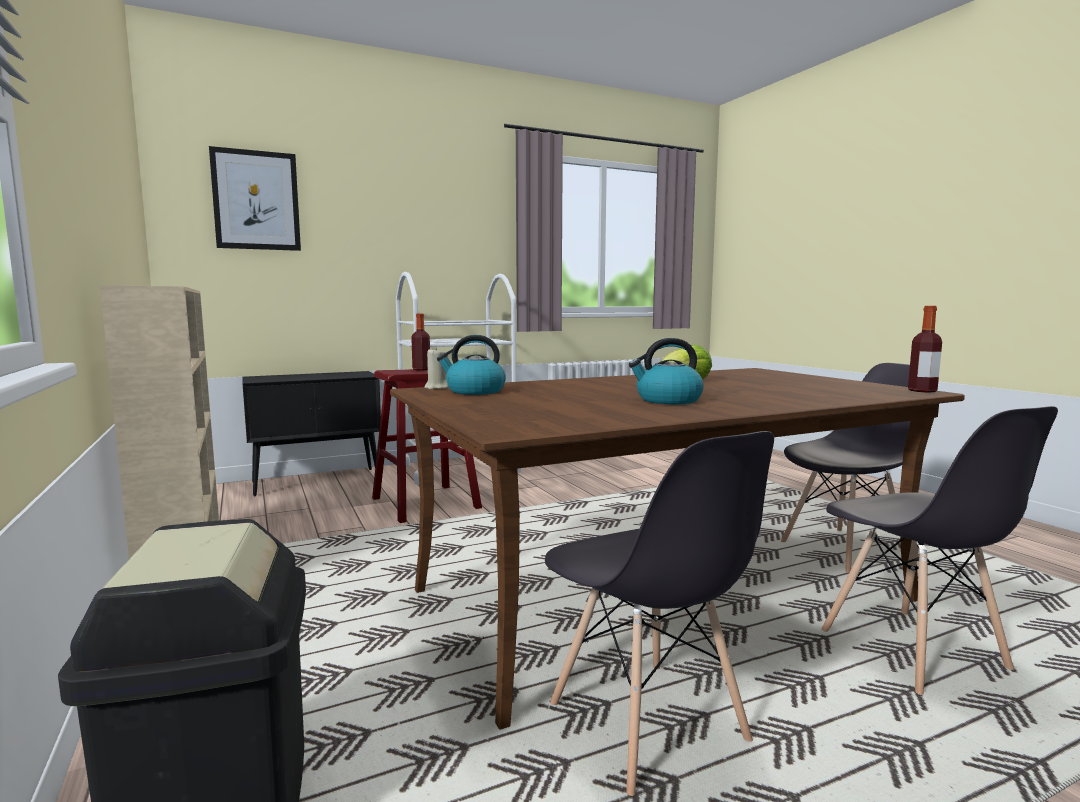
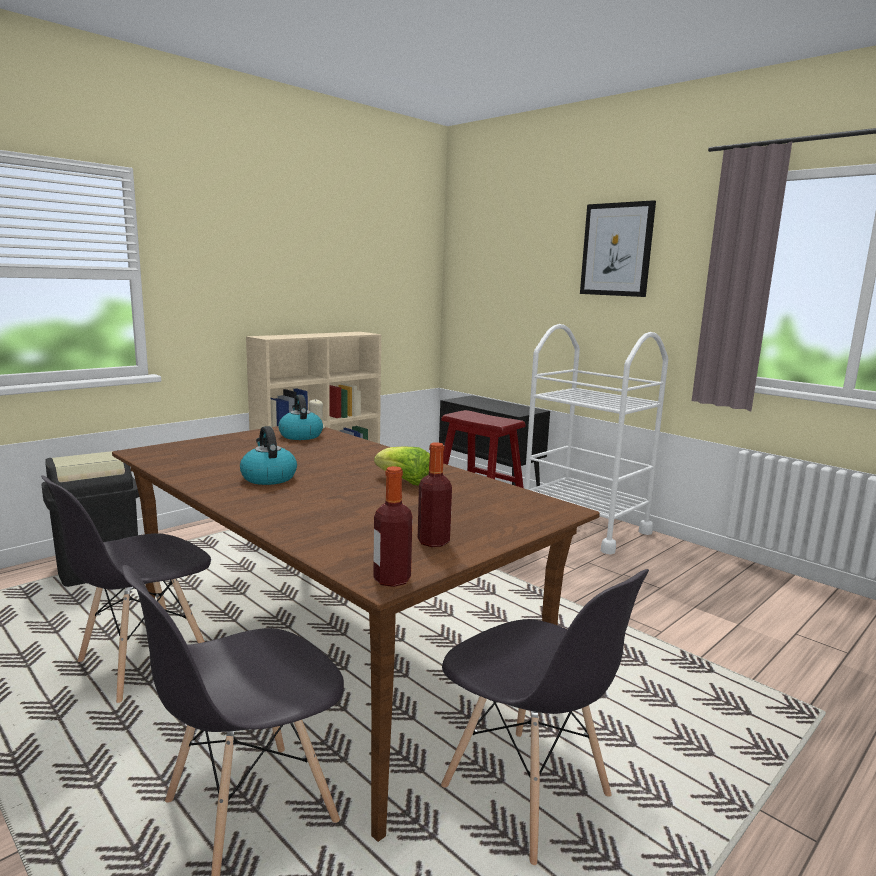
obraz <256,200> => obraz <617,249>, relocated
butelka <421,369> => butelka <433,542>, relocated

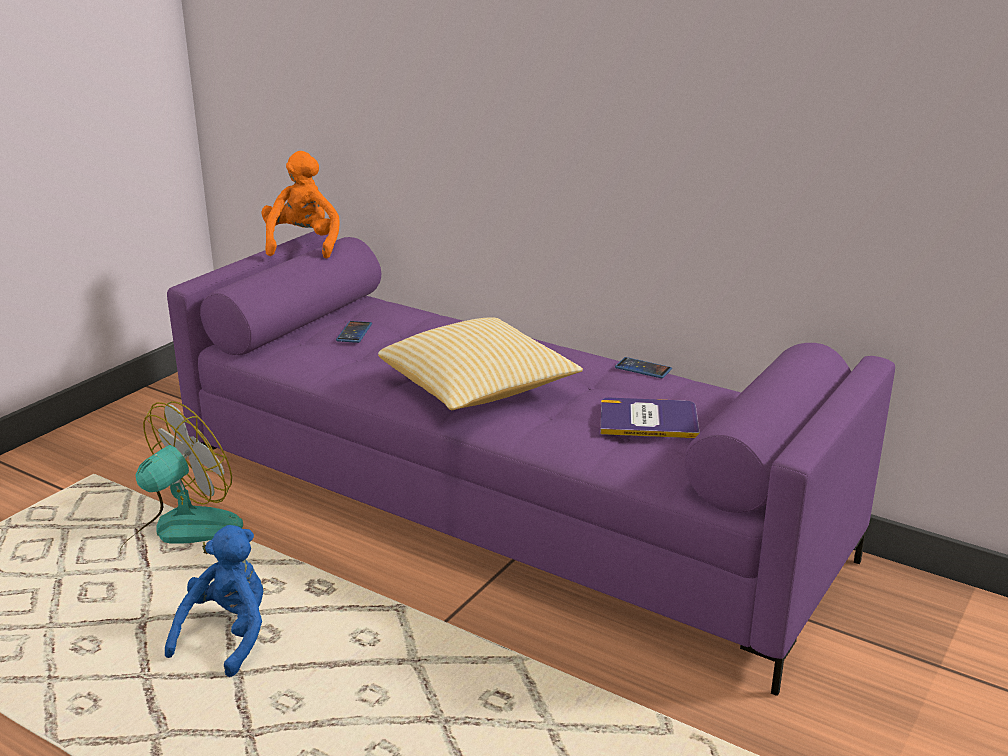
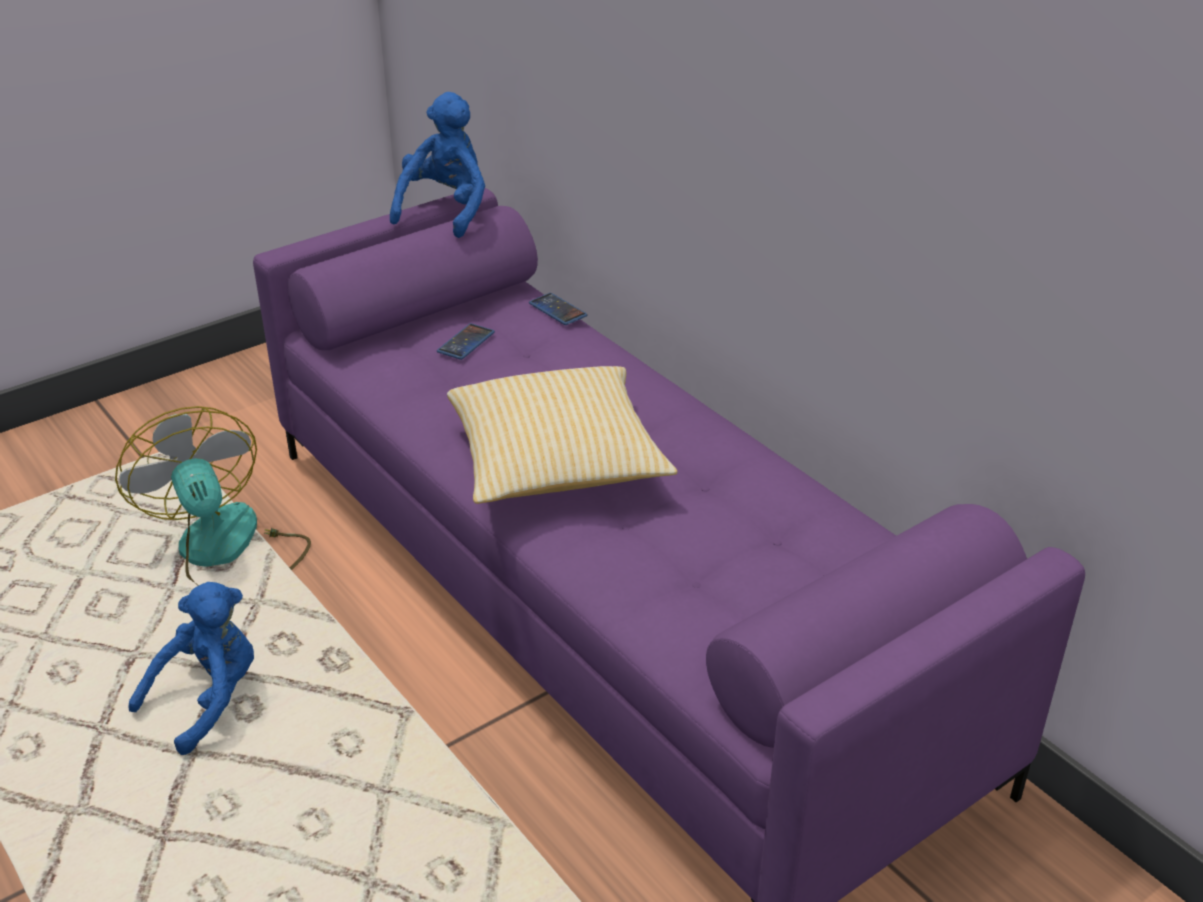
książka <648,420> => nothing
telefon <643,368> => telefon <558,310>, relocated
pluszak (pomarańczowy) <303,245> => pluszak (niebieski) <445,210>
wentylator <180,537> => wentylator <227,552>, 90 degrees counterclockwise

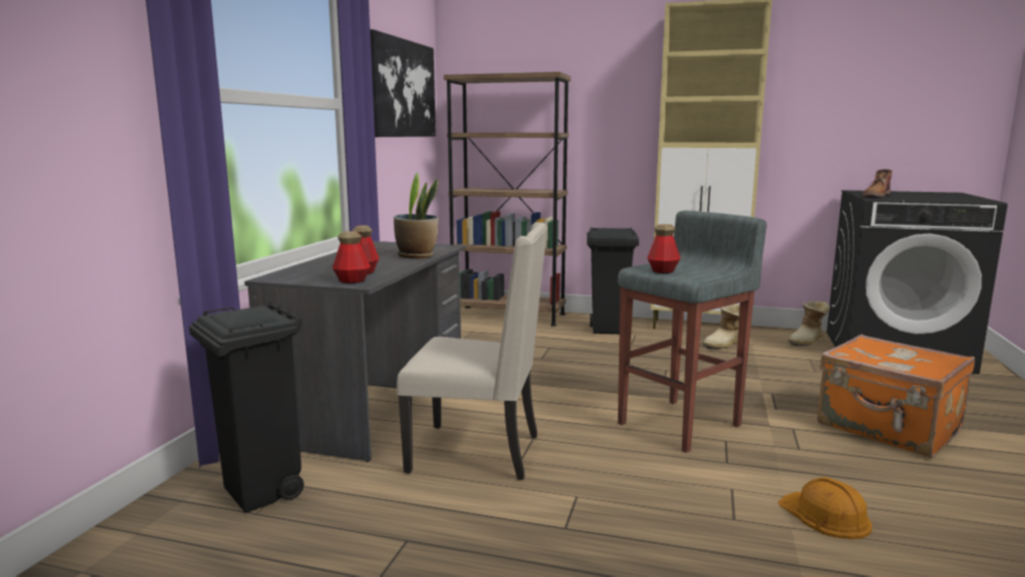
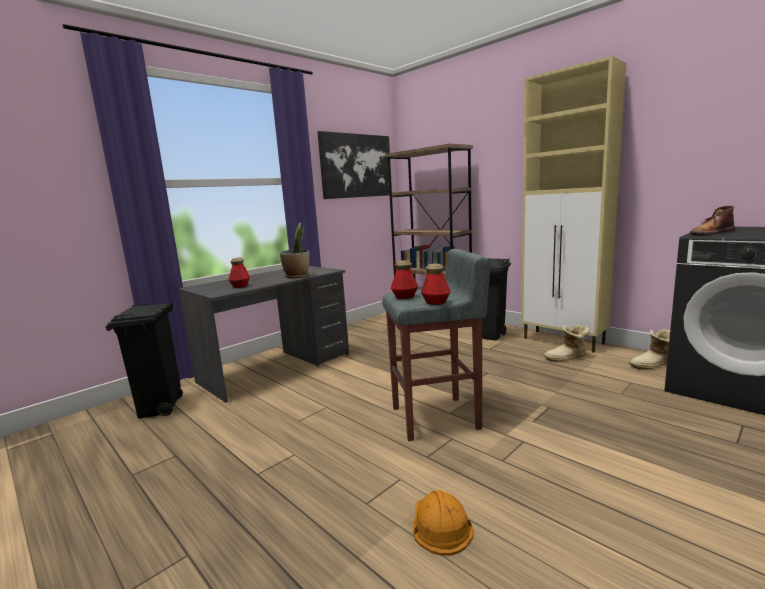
krzesło (beżowy) <478,452> => nothing
walizka (pomarańczowy) <888,429> => nothing
butelka <352,281> => butelka <436,302>, relocated

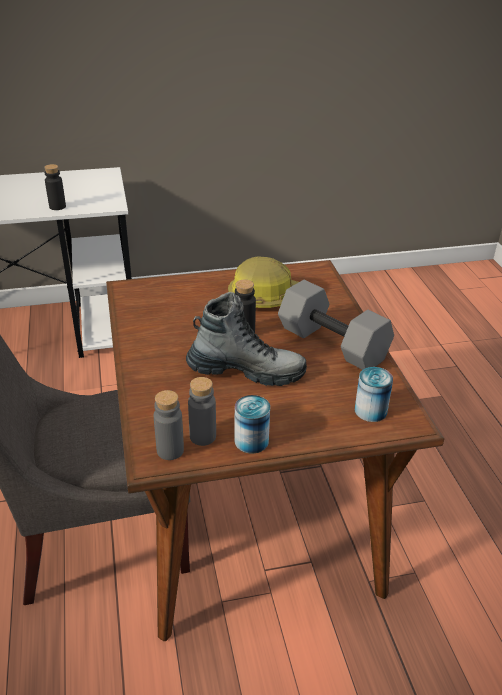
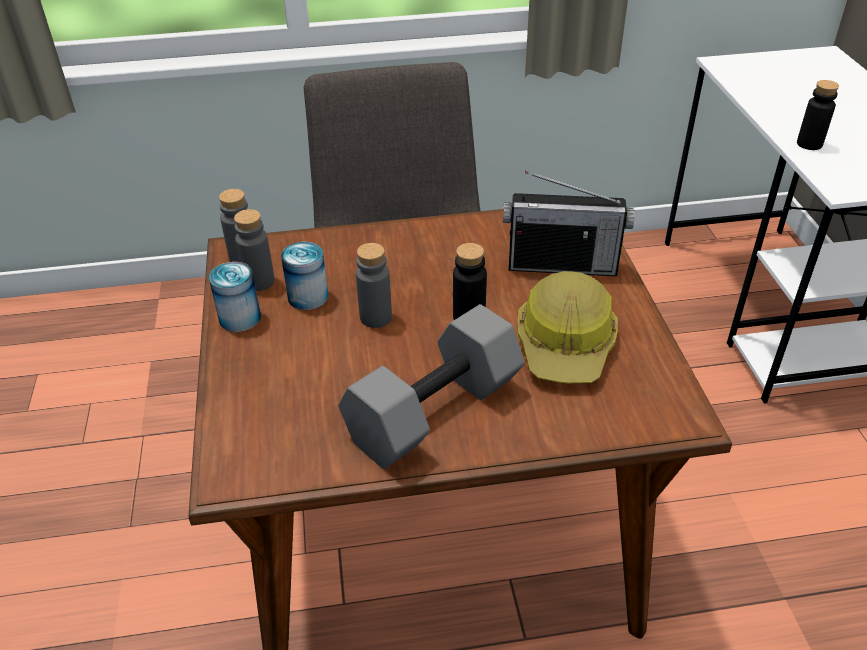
nothing => radio <562,265>
puszka <370,411> => puszka <308,297>, relocated
but z cholewką <246,371> => butelka (szary) <375,317>

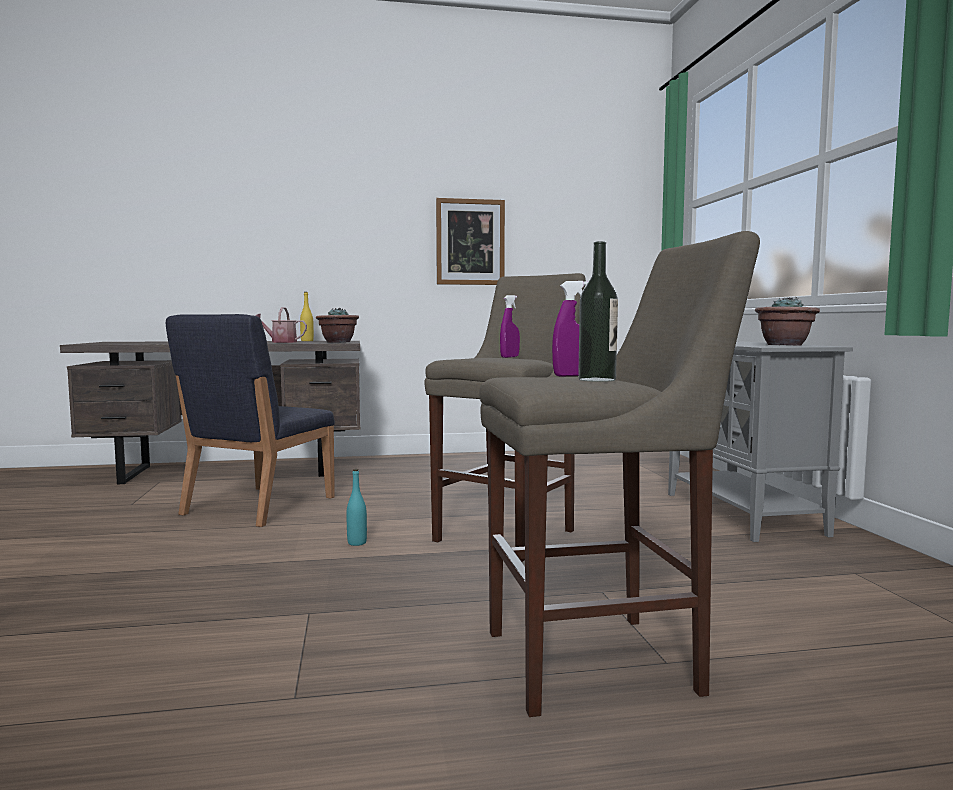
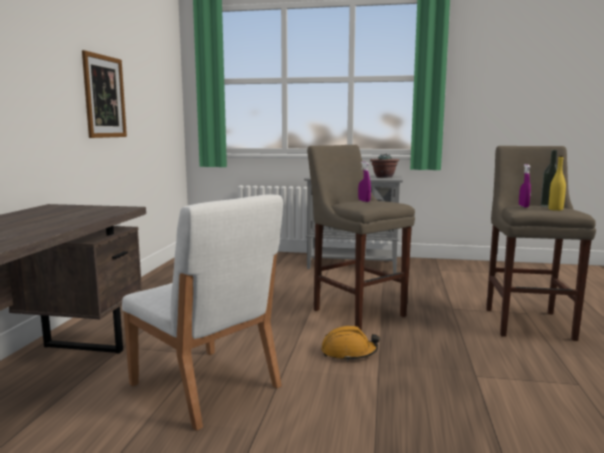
konewka <280,342> => nothing
roślina doniczkowa <337,342> => nothing
butelka (żółty) <307,341> => butelka (żółty) <555,209>, relocated
butelka (turkusowy) <357,543> => kask (pomarańczowy) <348,353>
krzesło (niebieski) <257,506> => krzesło (biały) <205,386>

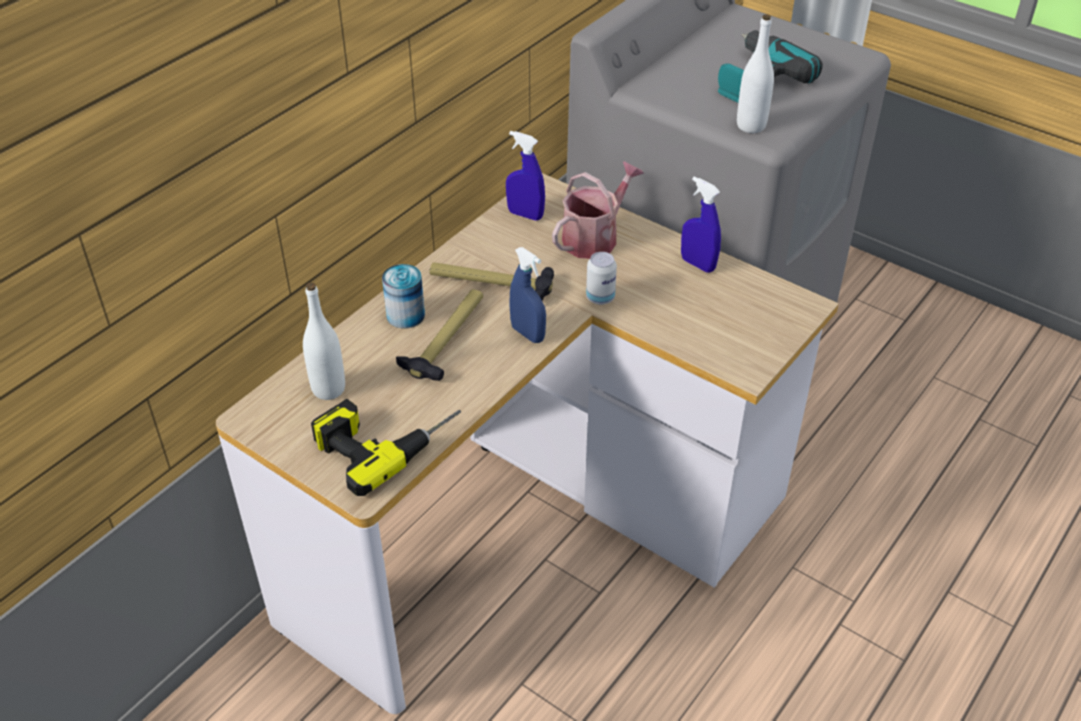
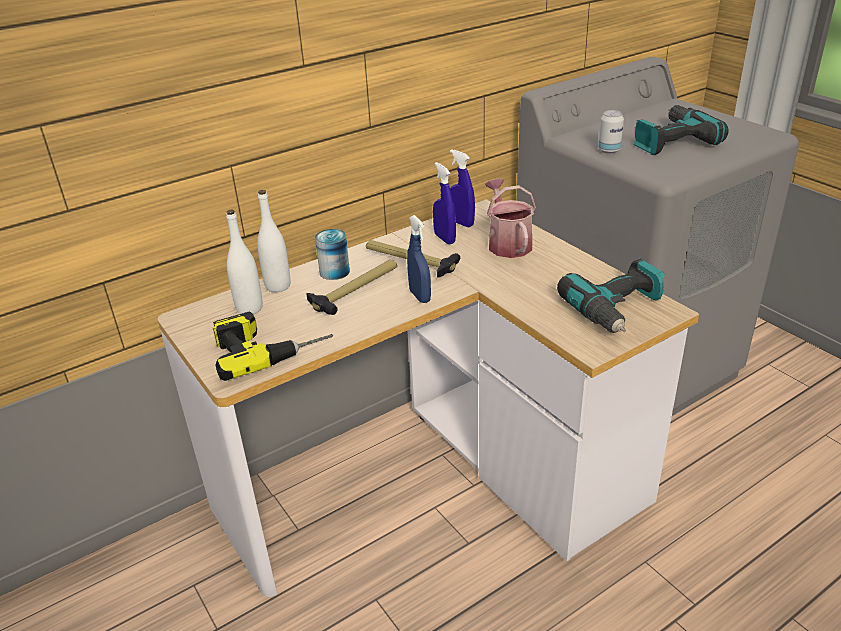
nothing => wiertarka <618,309>
puszka <600,298> => puszka <609,150>, relocated
spryskiwacz (niebieski) <697,264> => spryskiwacz (niebieski) <444,239>, relocated
butelka (biały) <751,126> => butelka (biały) <278,286>, relocated
konewka <595,238> => konewka <507,243>, 75 degrees counterclockwise

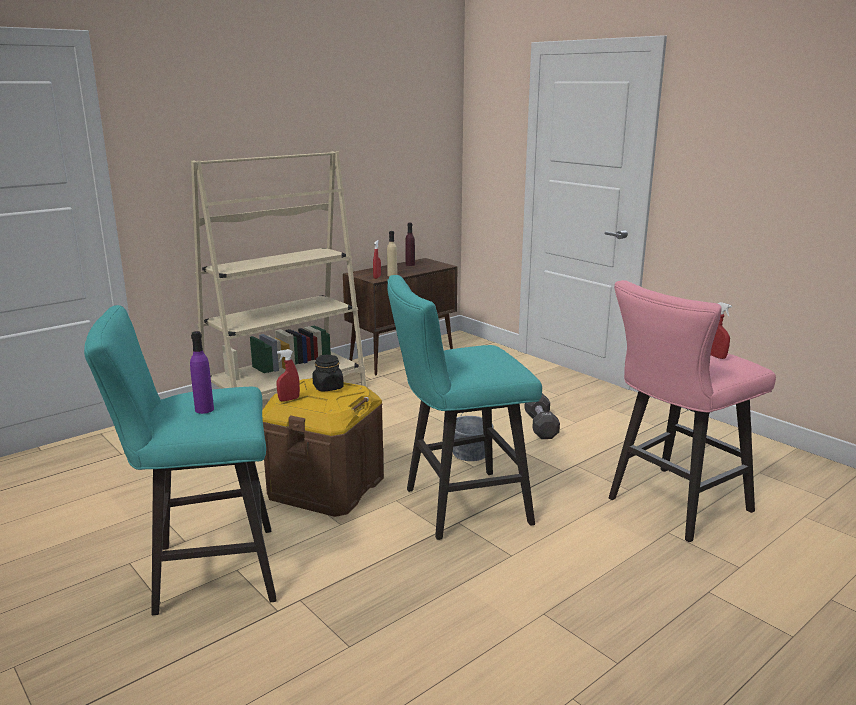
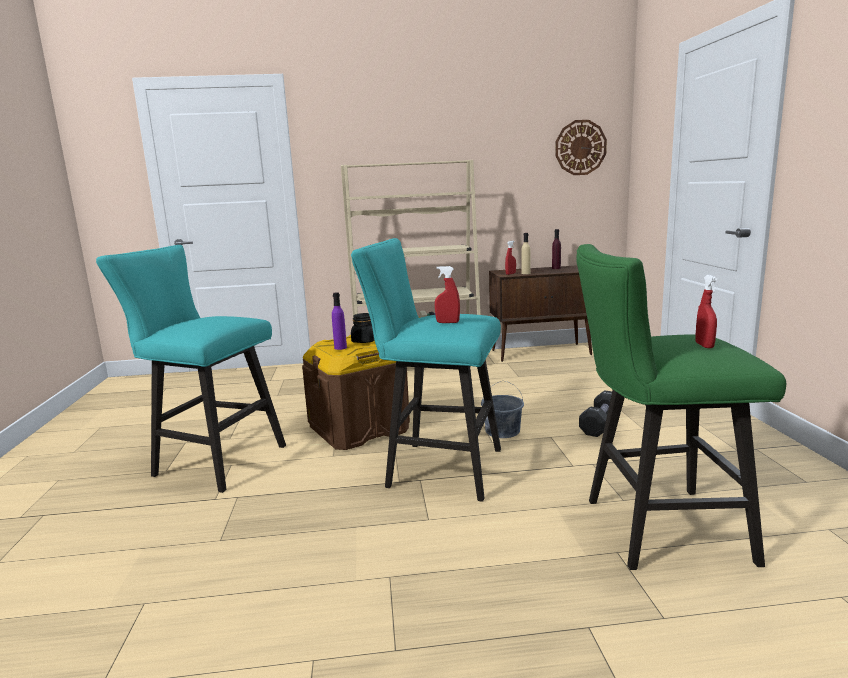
nothing => zegar ścienny <580,147>
butelka (fioletowy) <204,409> => butelka (fioletowy) <340,348>, relocated
spryskiwacz (czerwony) <289,399> => spryskiwacz (czerwony) <447,322>, relocated
stołek (różowy) <671,506> => stołek (zielony) <654,529>

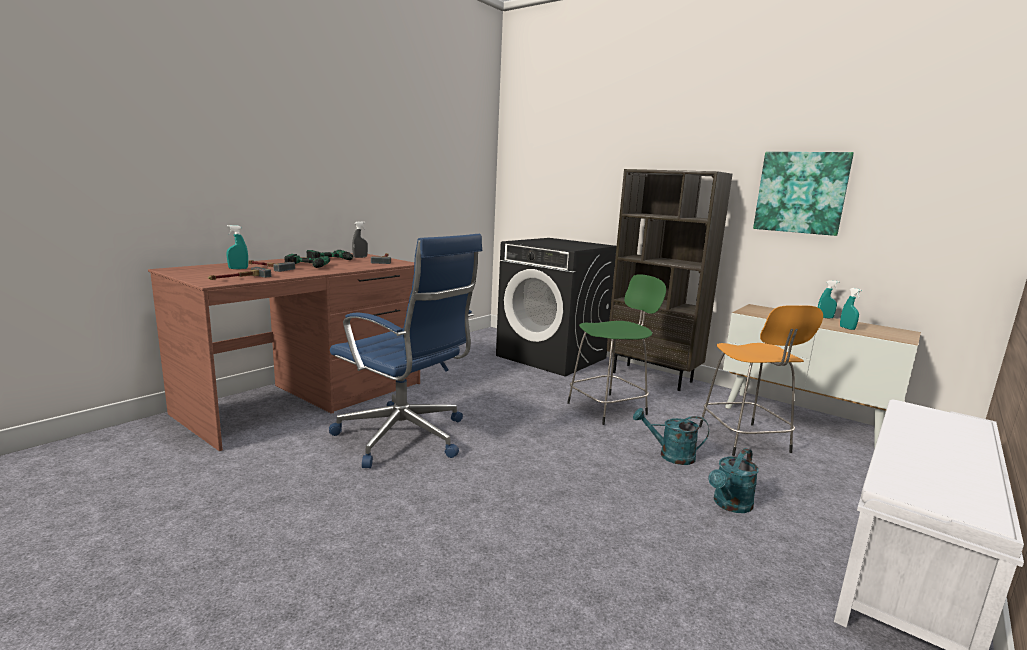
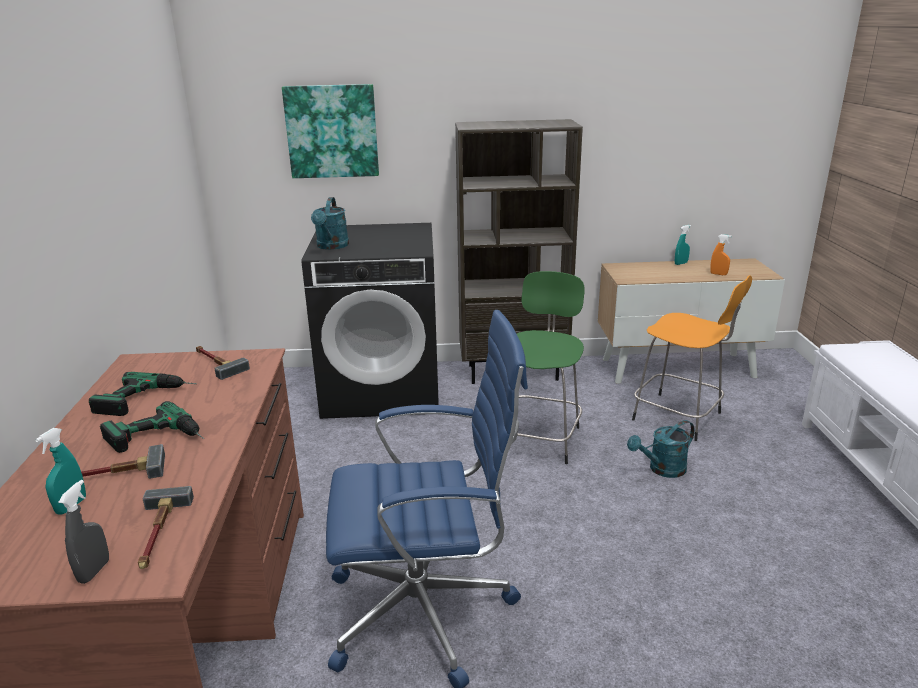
spryskiwacz (szary) <360,257> => spryskiwacz (szary) <94,571>, relocated
konewka (turkusowy) <729,505> => konewka (turkusowy) <331,246>, relocated
obraz <801,192> => obraz <332,131>, relocated
spryskiwacz (turkusowy) <847,328> => spryskiwacz (pomarańczowy) <718,274>

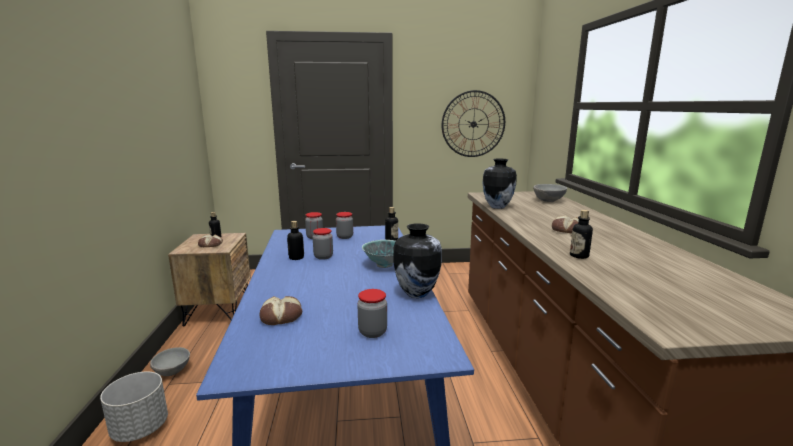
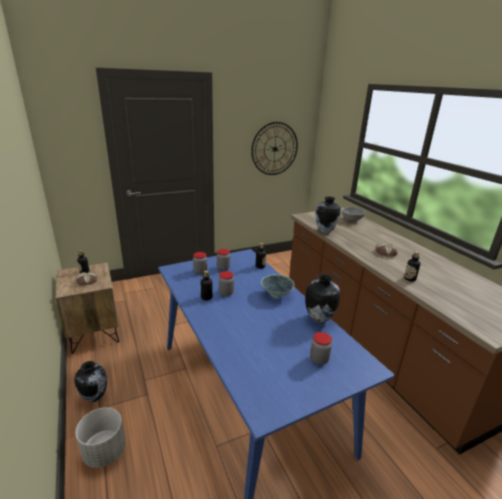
chleb <282,316> => nothing
miska (szary) <173,371> => wazon <95,397>

